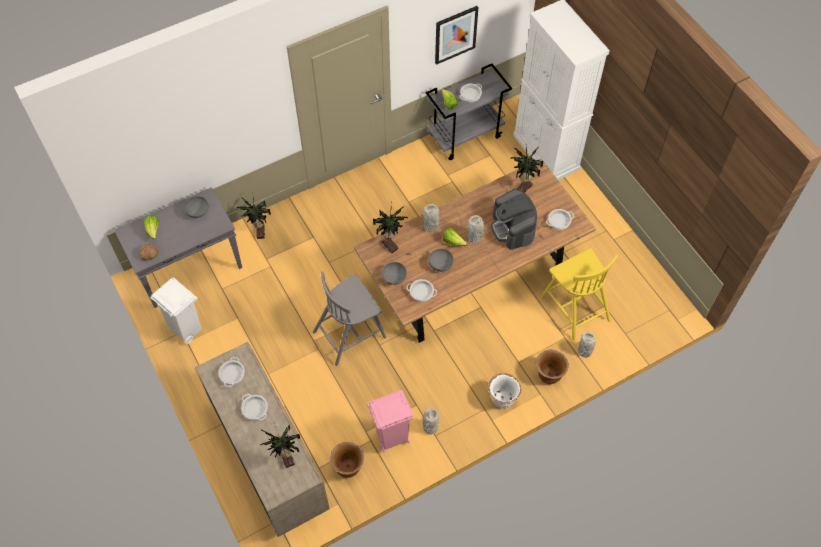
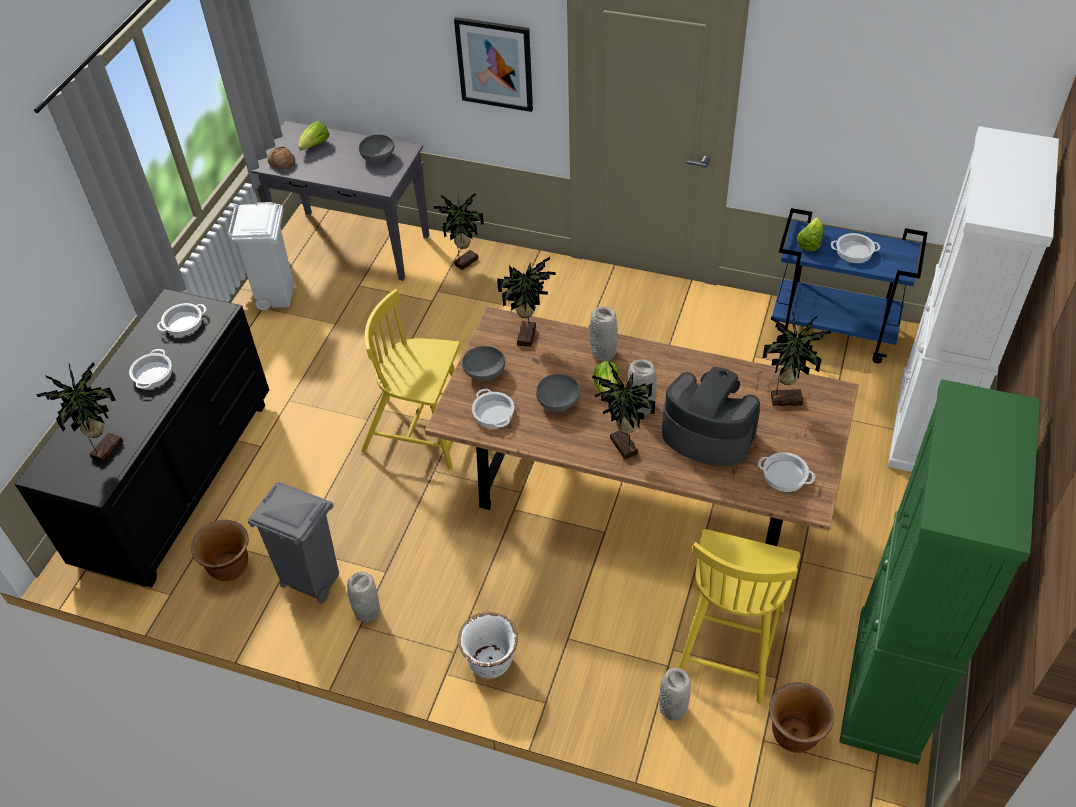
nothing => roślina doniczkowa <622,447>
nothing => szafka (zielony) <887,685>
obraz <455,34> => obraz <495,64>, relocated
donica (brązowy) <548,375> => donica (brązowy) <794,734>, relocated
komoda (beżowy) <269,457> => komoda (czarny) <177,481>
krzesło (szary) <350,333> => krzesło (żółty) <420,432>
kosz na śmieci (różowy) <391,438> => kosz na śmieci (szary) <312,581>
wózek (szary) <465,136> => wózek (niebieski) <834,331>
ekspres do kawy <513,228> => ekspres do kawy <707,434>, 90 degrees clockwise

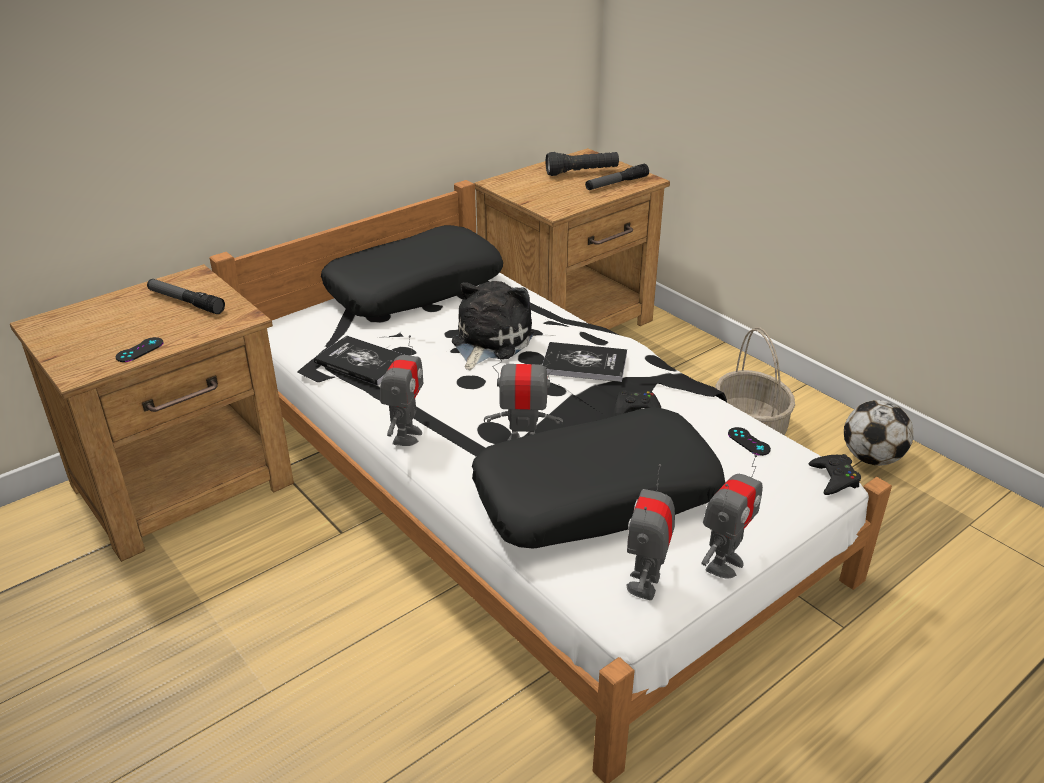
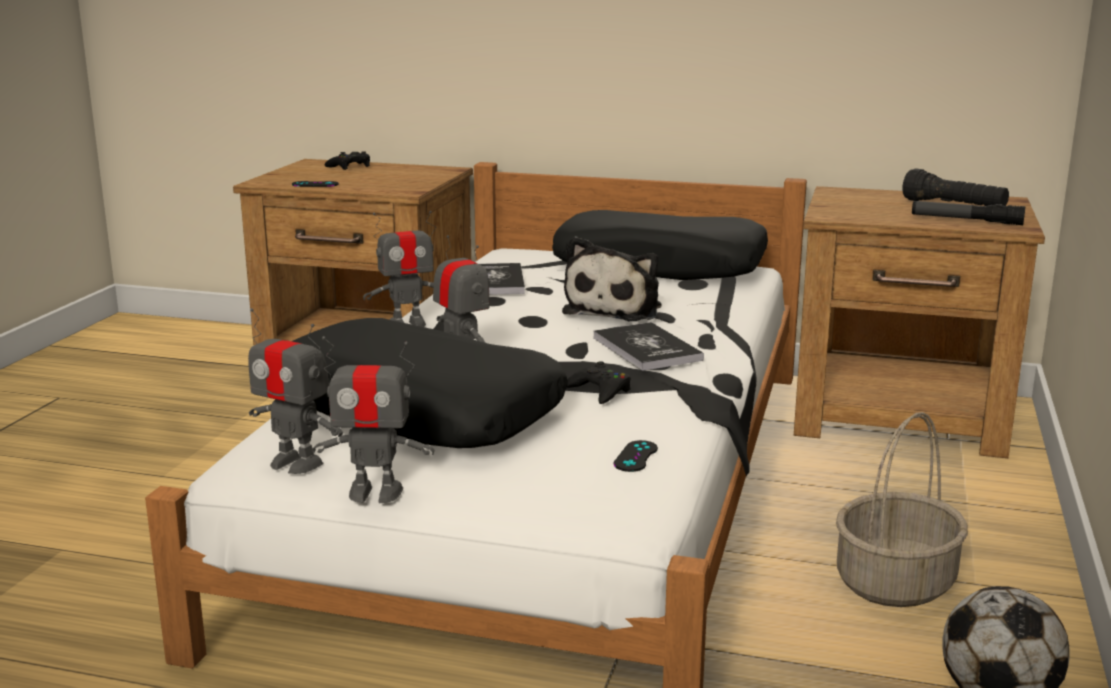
latarka <186,302> => nothing
pad do gier (czarny) <834,479> => pad do gier (czarny) <350,166>, relocated
pluszak <489,341> => pluszak <616,309>, 120 degrees clockwise
robot zabawkowy <645,584> => robot zabawkowy <296,463>, 135 degrees counterclockwise

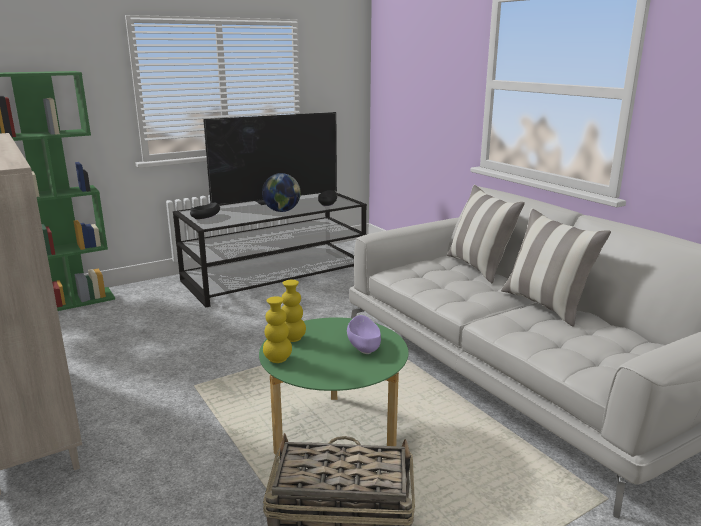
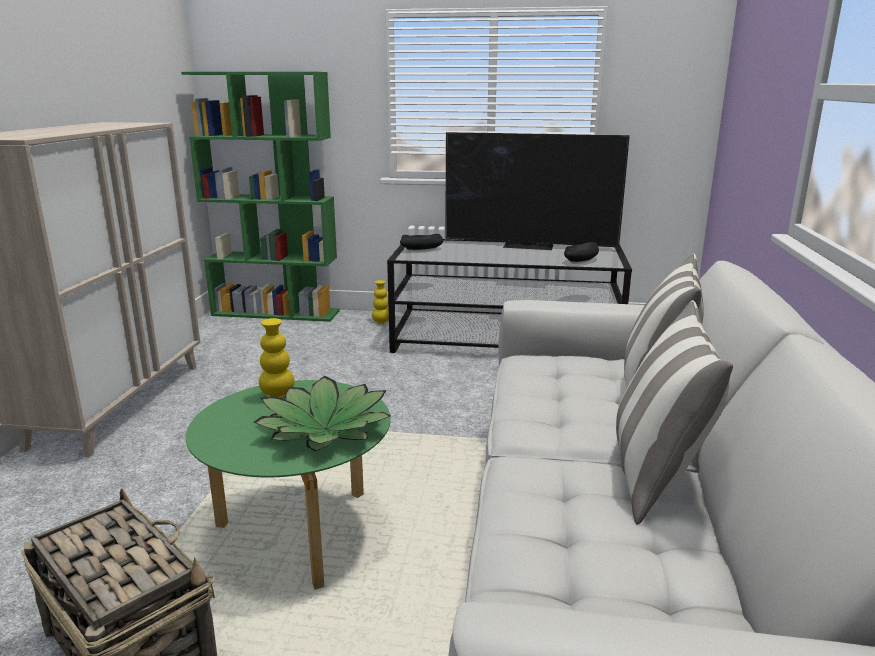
globus <282,211> => nothing
wazon (żółty) <278,359> => wazon (żółty) <381,322>, relocated
miska (fioletowy) <363,344> => roślina doniczkowa <325,428>

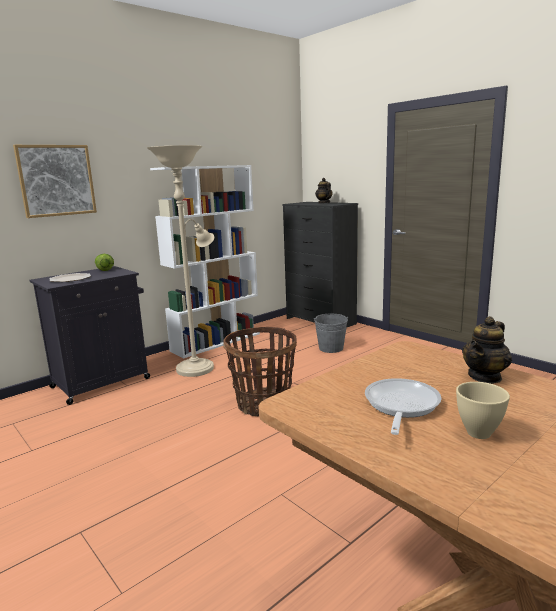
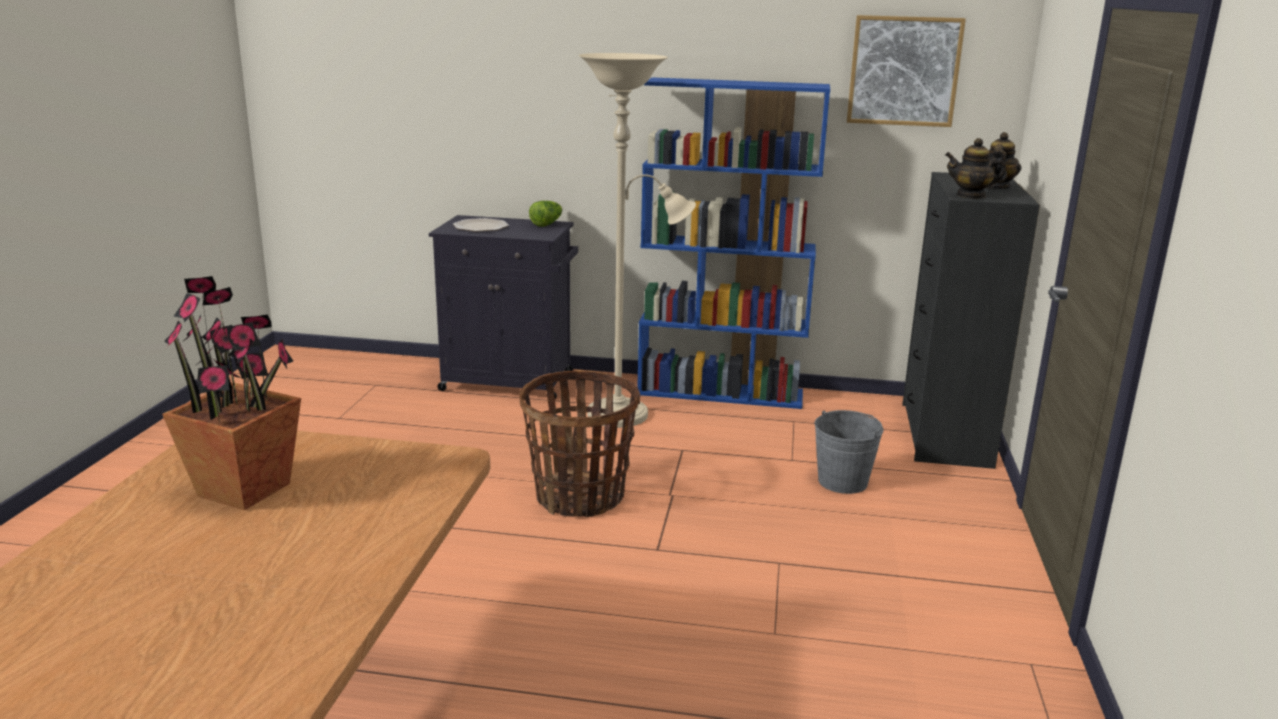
miska (beżowy) <479,434> => nothing
obraz <56,180> => obraz <904,71>, relocated
imbryk <485,376> => imbryk <971,196>, relocated
patelnia <400,406> => roślina doniczkowa <245,490>
regał (biały) <216,342> => regał (niebieski) <721,392>

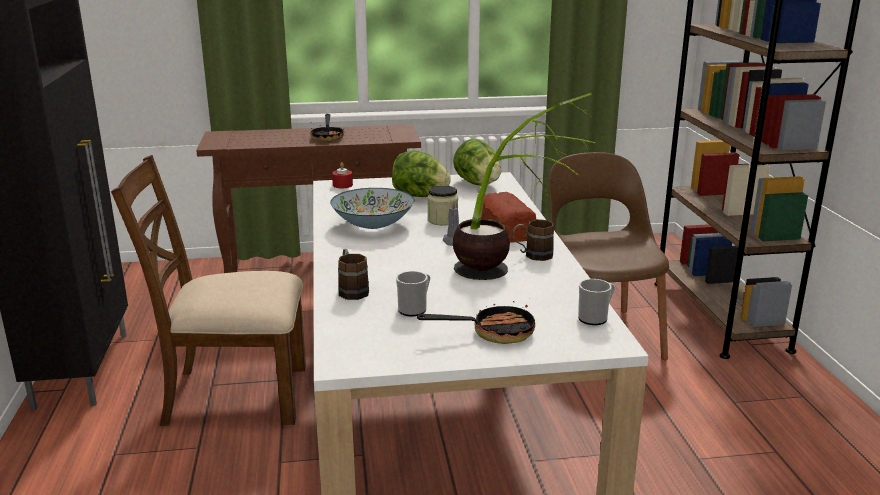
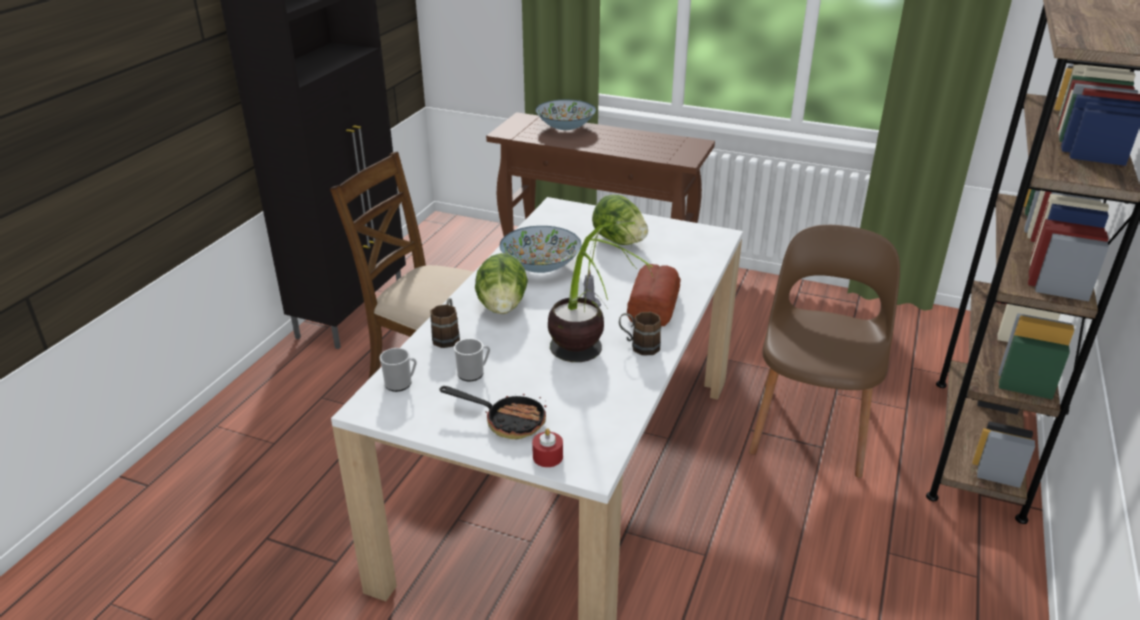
patelnia <328,137> => nothing
słoik <442,220> => nothing
nothing => miska <566,127>
świeca (czerwony) <342,185> => świeca (czerwony) <547,456>, relocated
sałata <477,183> => sałata <502,306>, relocated
kubek <595,318> => kubek <401,384>, relocated

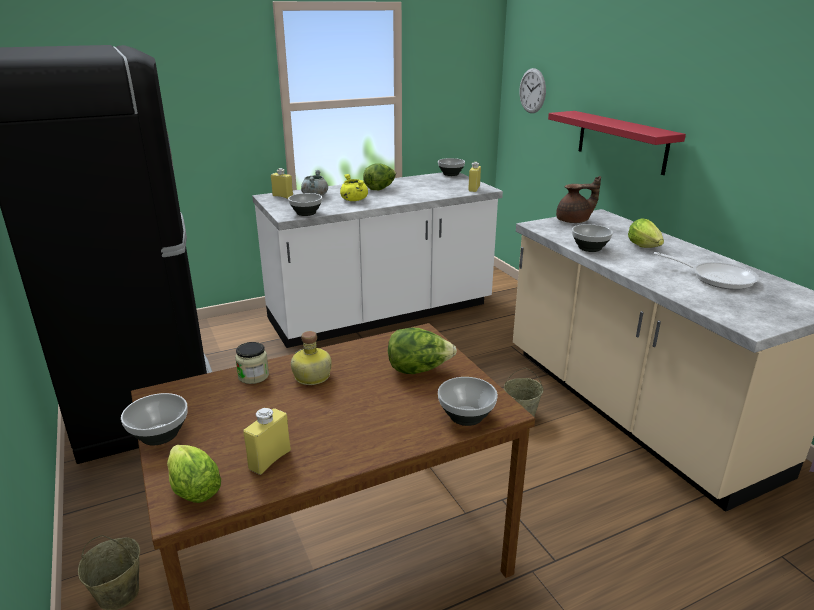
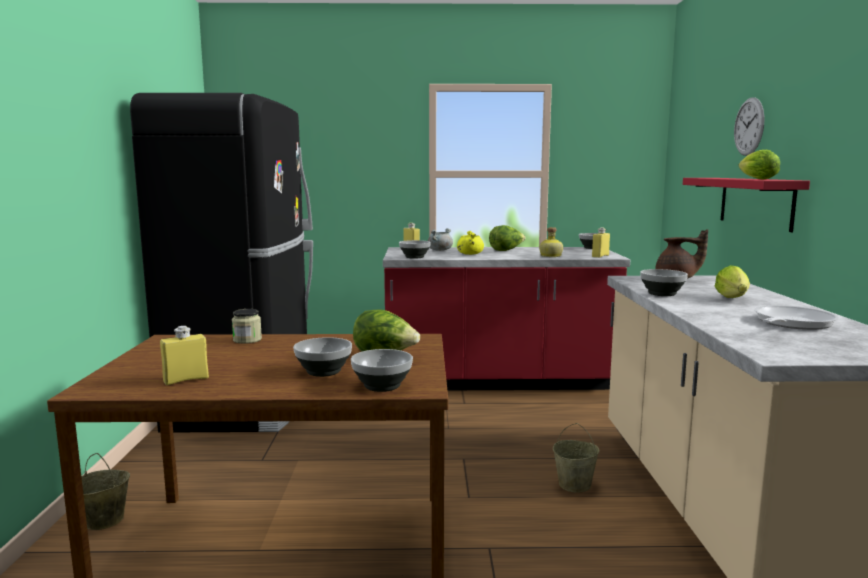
miska <159,435> => miska <323,372>, relocated
sałata <192,487> => sałata <755,179>, relocated
butelka <311,377> => butelka <550,256>, relocated
zegar ścienny <532,91> => zegar ścienny <749,126>, relocated
zabudowa kuchenna (biały) <381,314> => zabudowa kuchenna (czerwony) <498,381>
patelnia <716,278> => patelnia <790,323>, 105 degrees counterclockwise

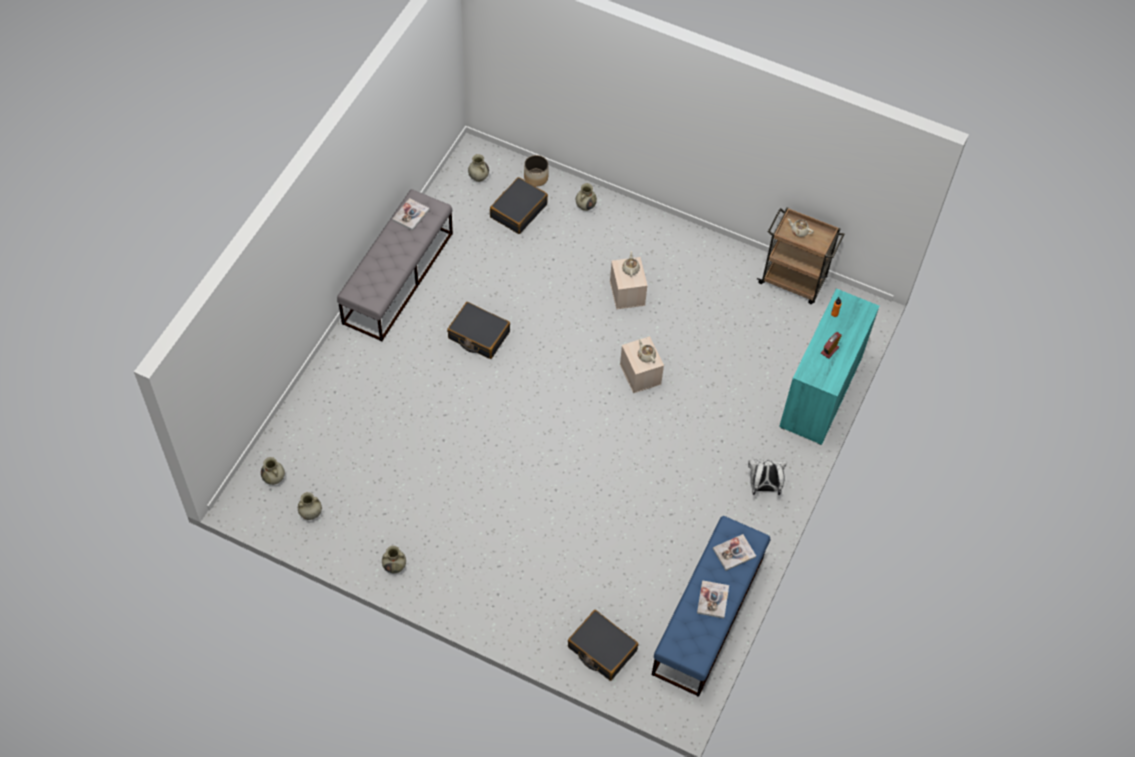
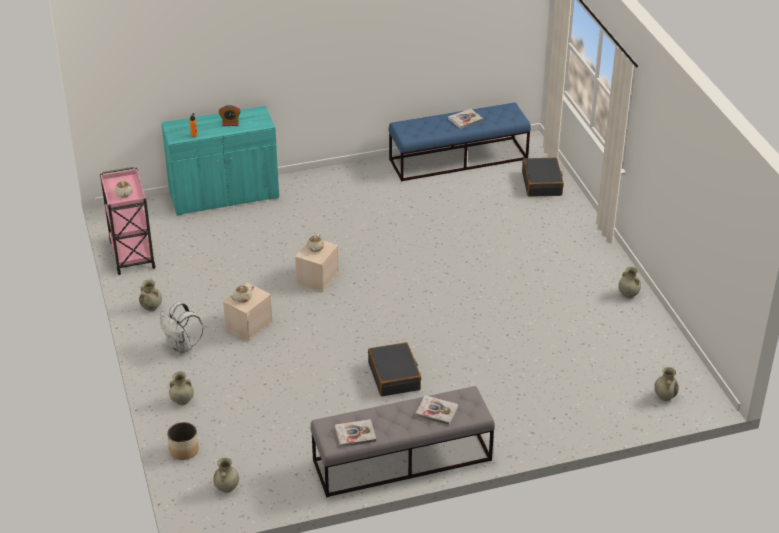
walizka (czarny) <518,210> => nothing
wazon (beżowy) <310,513> => wazon (beżowy) <151,307>, relocated
książka <734,553> => książka <436,411>, relocated
plecak (biały) <763,487> => plecak (biały) <182,347>, relocated
wózek (brązowy) <794,281> => wózek (różowy) <132,254>

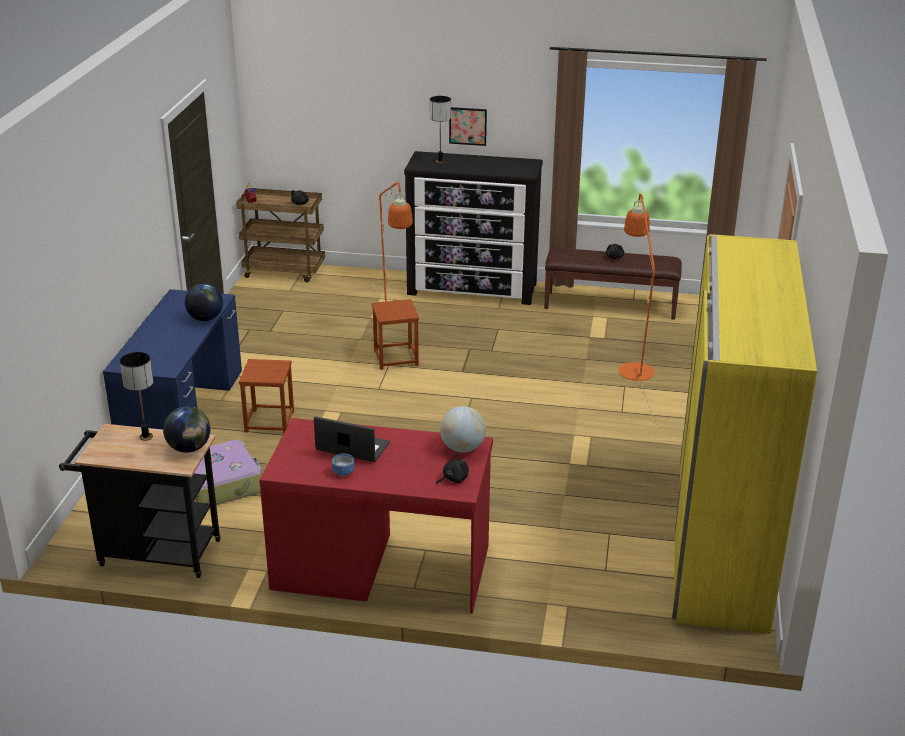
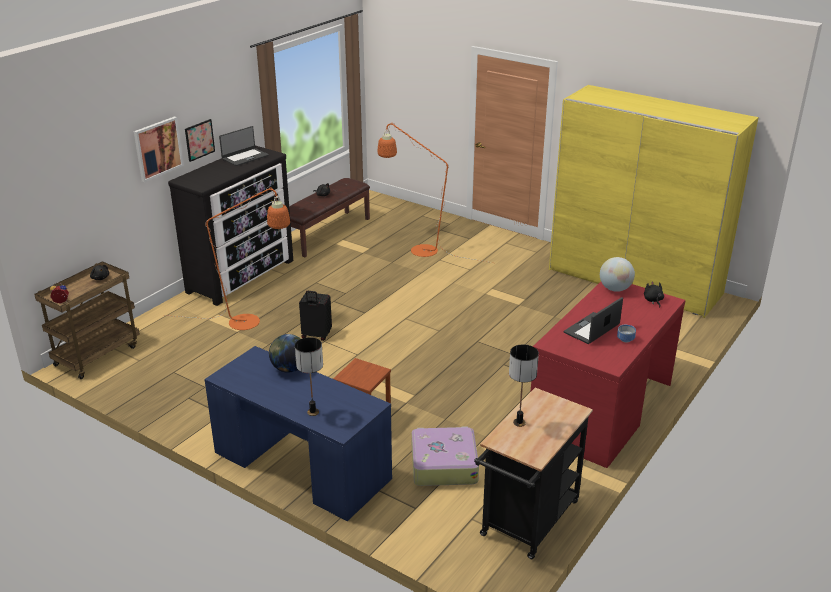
globus <189,448> => nothing
nothing => obraz <158,148>
nothing => laptop <245,157>
lampa stołowa <440,161> => lampa stołowa <313,412>, relocated
stołek (brązowy) <395,358> => walizka (czarny) <316,335>

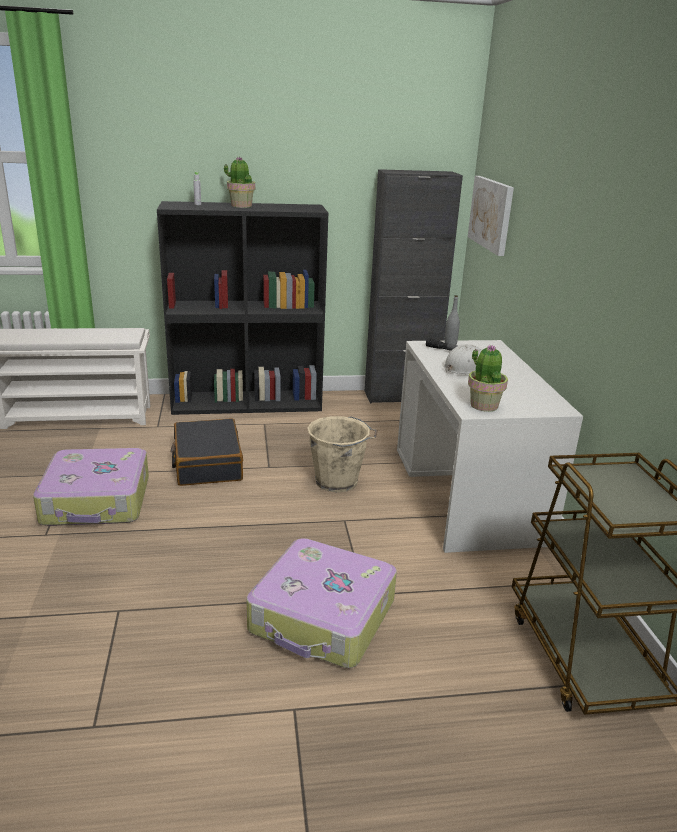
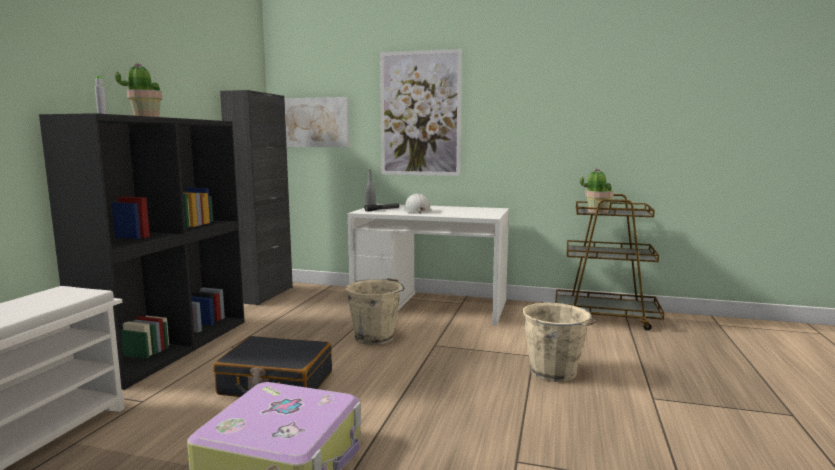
nothing => obraz <420,114>
roślina doniczkowa <484,405> => roślina doniczkowa <597,212>, relocated
walizka <323,617> => wiadro (beżowy) <554,373>

